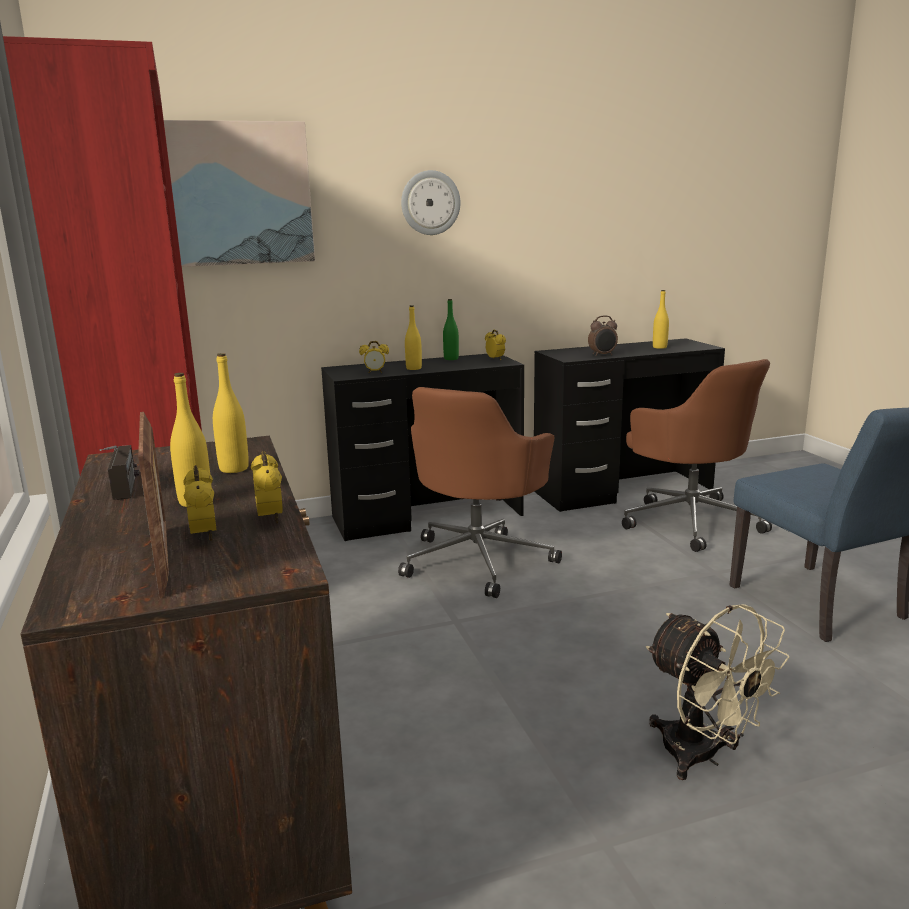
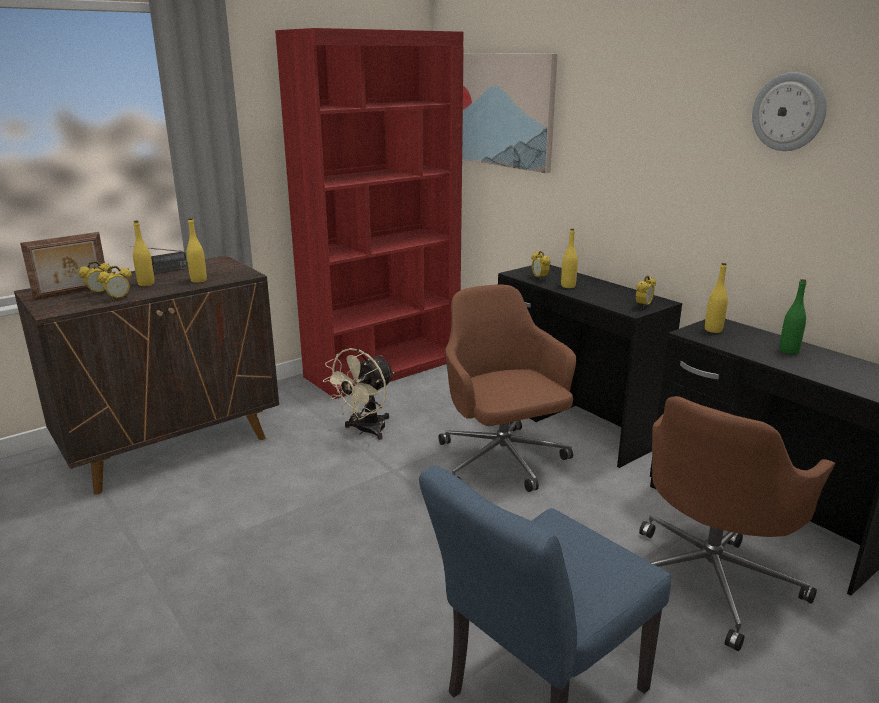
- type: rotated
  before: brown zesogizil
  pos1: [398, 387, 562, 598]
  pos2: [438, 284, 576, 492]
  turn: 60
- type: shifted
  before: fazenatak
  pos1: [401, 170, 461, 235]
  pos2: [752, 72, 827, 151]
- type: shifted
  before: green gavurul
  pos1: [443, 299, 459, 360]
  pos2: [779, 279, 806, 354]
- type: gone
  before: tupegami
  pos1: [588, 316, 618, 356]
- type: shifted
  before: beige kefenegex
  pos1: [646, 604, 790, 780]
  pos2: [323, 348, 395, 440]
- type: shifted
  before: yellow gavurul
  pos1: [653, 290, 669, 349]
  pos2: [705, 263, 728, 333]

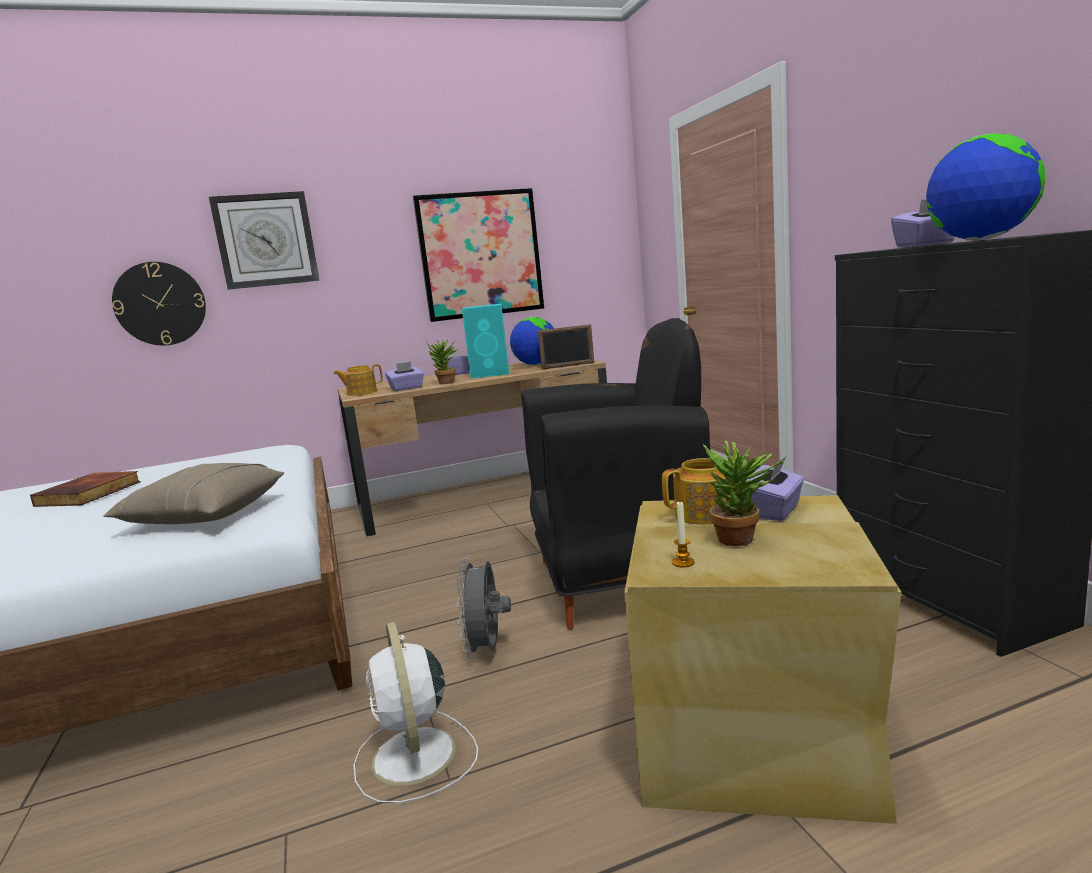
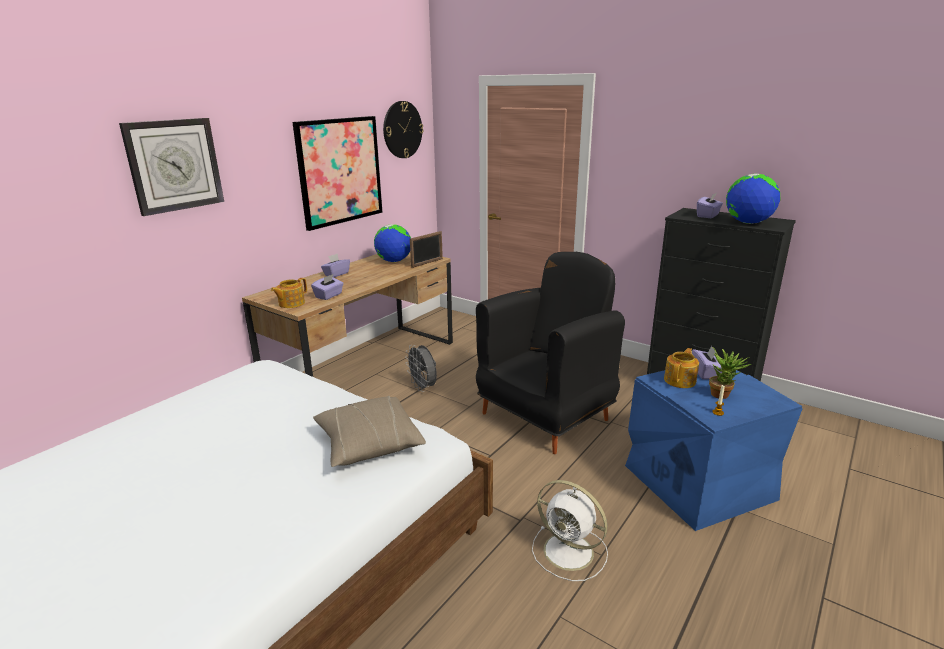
- type: gone
  before: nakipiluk
  pos1: [30, 471, 141, 507]
- type: shifted
  before: fazenatak
  pos1: [112, 262, 206, 345]
  pos2: [383, 101, 424, 158]
- type: gone
  before: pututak
  pos1: [426, 340, 458, 384]
- type: shifted
  before: grey kefenegex
  pos1: [457, 557, 511, 659]
  pos2: [405, 345, 437, 392]
- type: gone
  before: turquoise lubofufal
  pos1: [462, 304, 509, 378]
- type: repainted
  before: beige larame
  after: blue larame
  pos1: [624, 495, 902, 824]
  pos2: [625, 370, 803, 531]

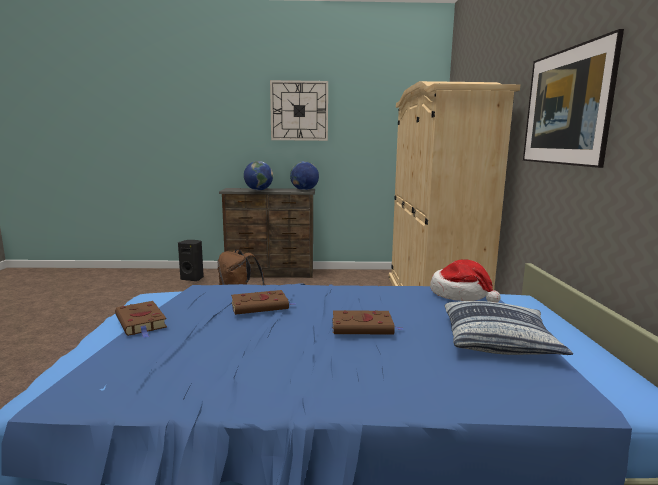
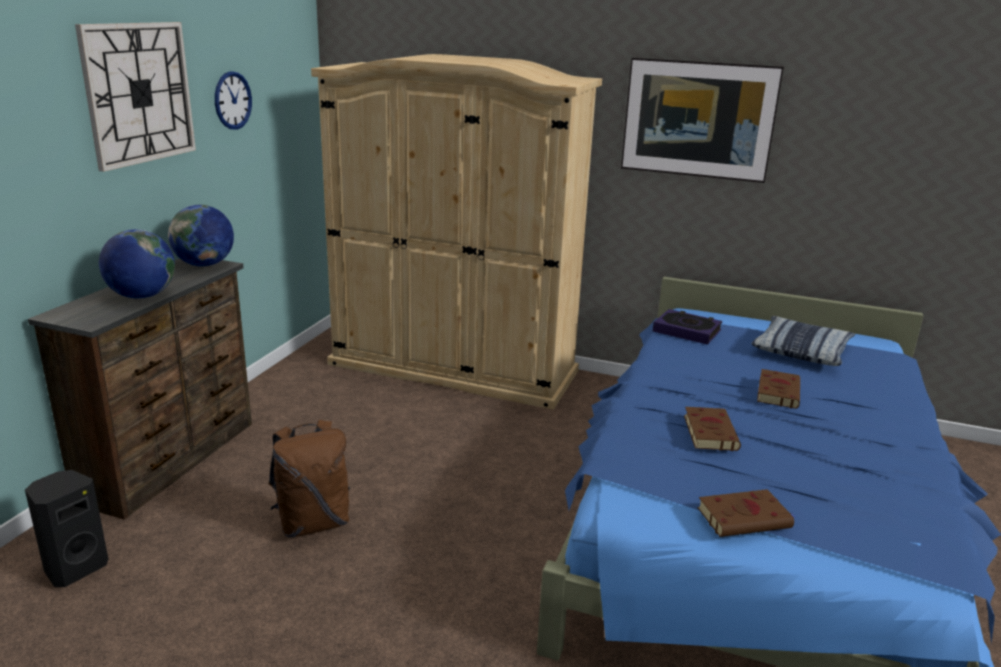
- type: swapped
  before: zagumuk
  after: nakipiluk
  pos1: [430, 259, 501, 303]
  pos2: [653, 309, 723, 345]
- type: new
  after: fazenatak
  pos2: [215, 71, 252, 130]

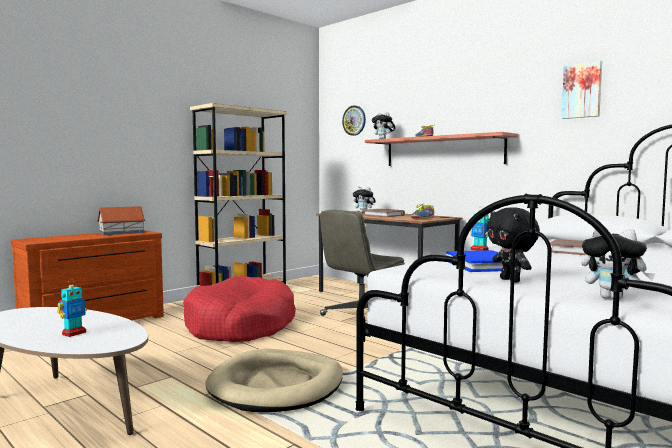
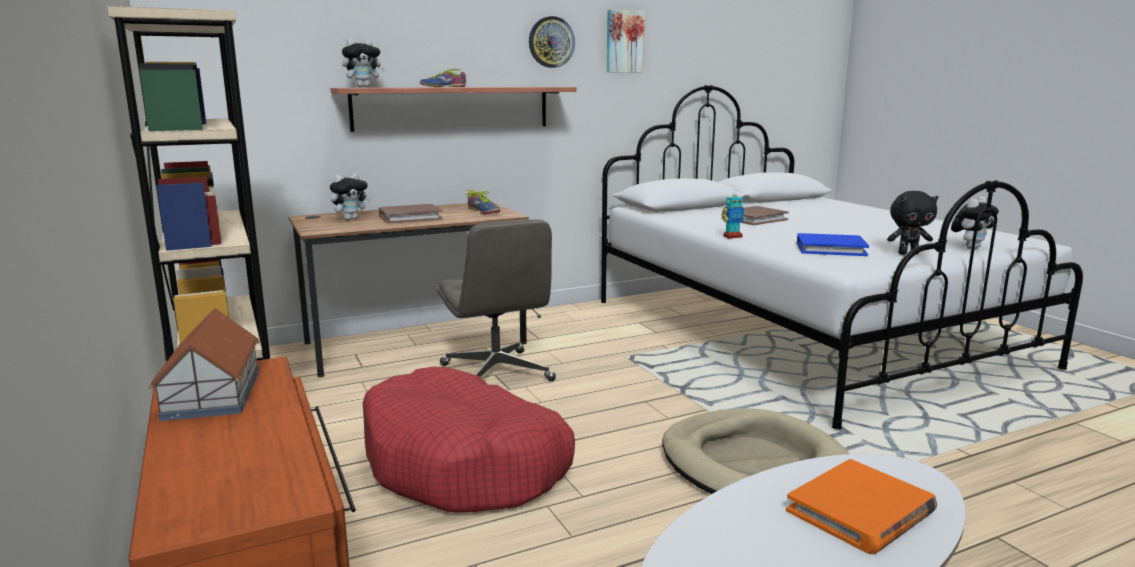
- type: swapped
  before: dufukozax
  after: orange nakipiluk
  pos1: [57, 279, 87, 337]
  pos2: [786, 459, 937, 554]
- type: shifted
  before: fazenatak
  pos1: [342, 105, 366, 136]
  pos2: [529, 16, 575, 68]

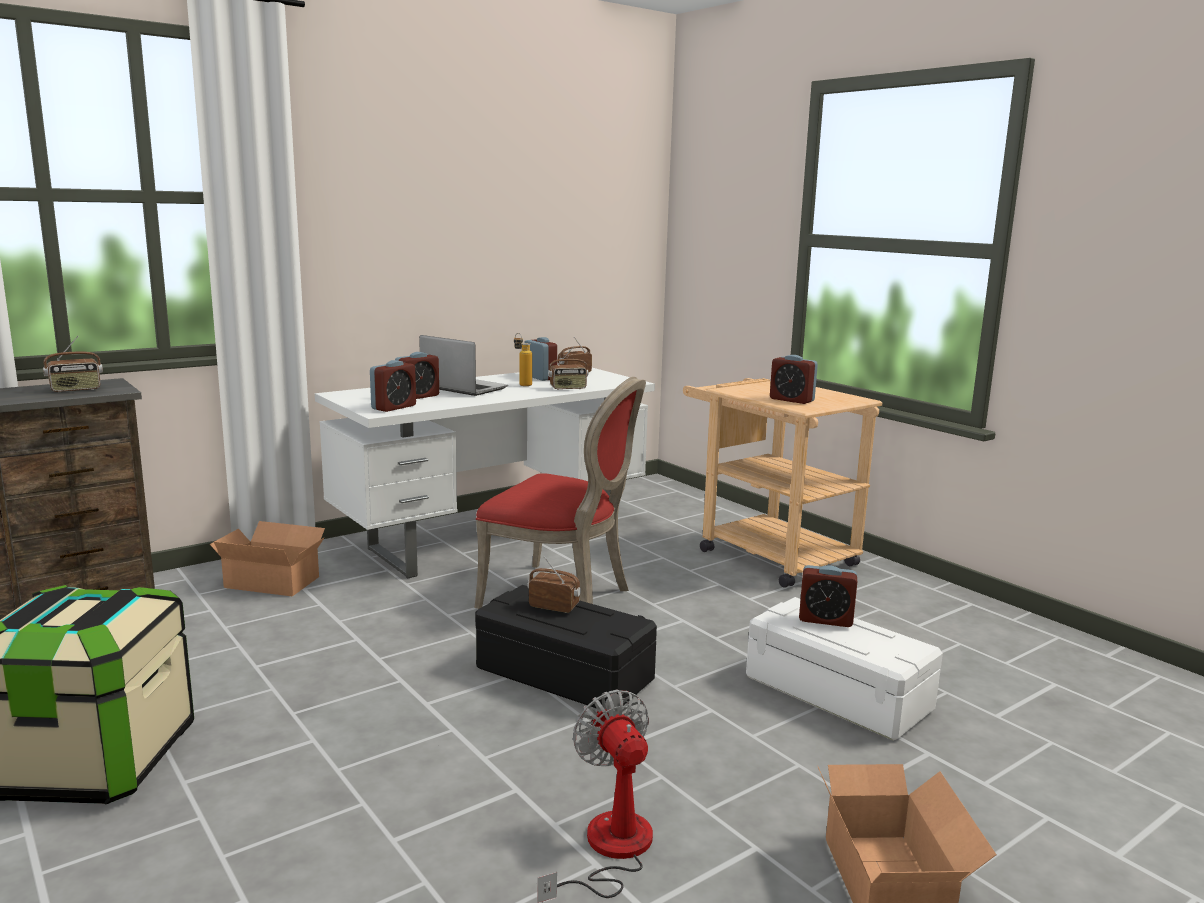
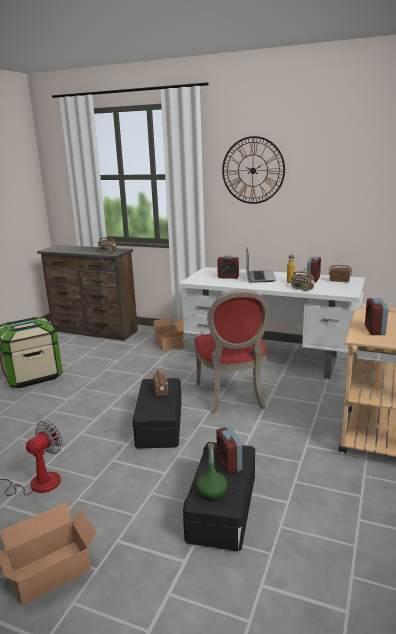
- type: gone
  before: tupegami
  pos1: [370, 360, 416, 412]
- type: repainted
  before: white larame
  after: black larame
  pos1: [746, 597, 943, 741]
  pos2: [183, 442, 255, 551]
- type: new
  after: green gavurul
  pos2: [197, 443, 227, 501]
- type: new
  after: fazenatak
  pos2: [222, 136, 285, 204]

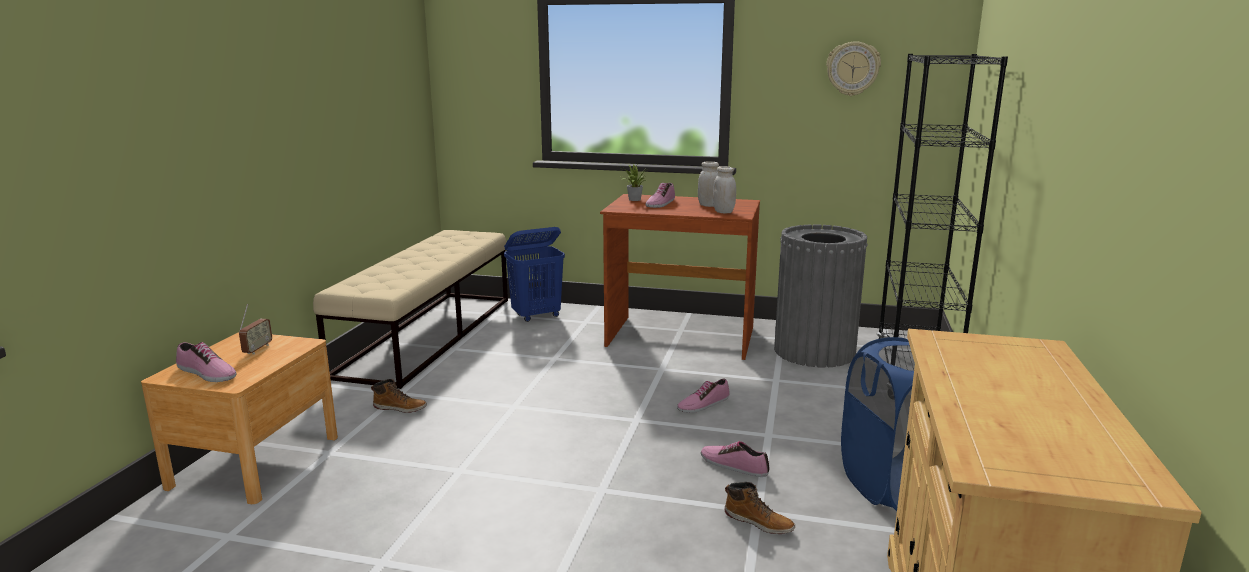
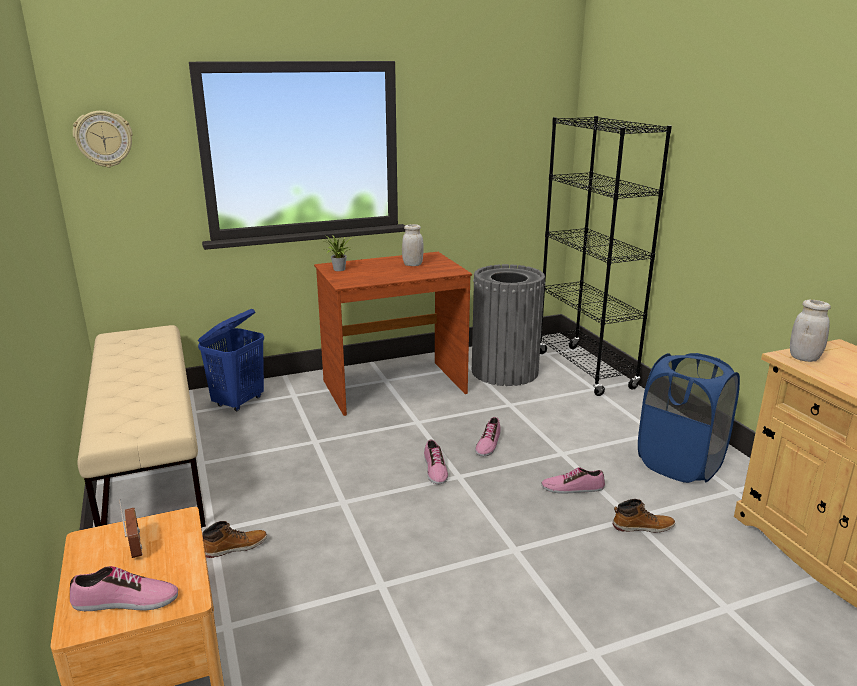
- type: shifted
  before: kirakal
  pos1: [646, 183, 675, 208]
  pos2: [424, 440, 448, 484]
- type: shifted
  before: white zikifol
  pos1: [713, 166, 736, 213]
  pos2: [790, 300, 831, 362]
- type: shifted
  before: fazenatak
  pos1: [826, 41, 881, 96]
  pos2: [73, 111, 133, 168]

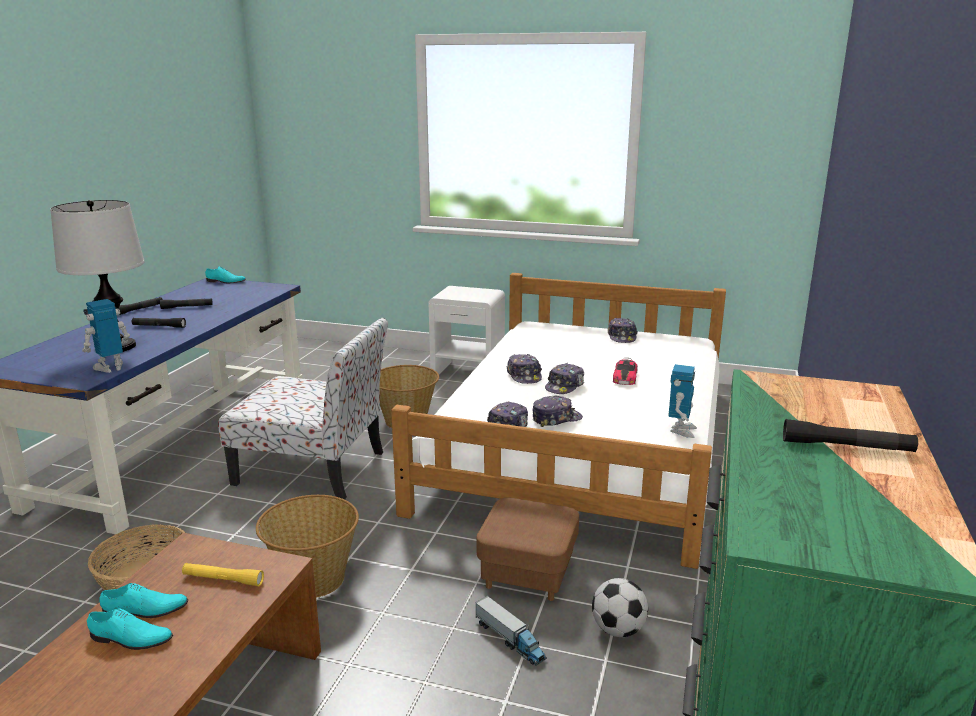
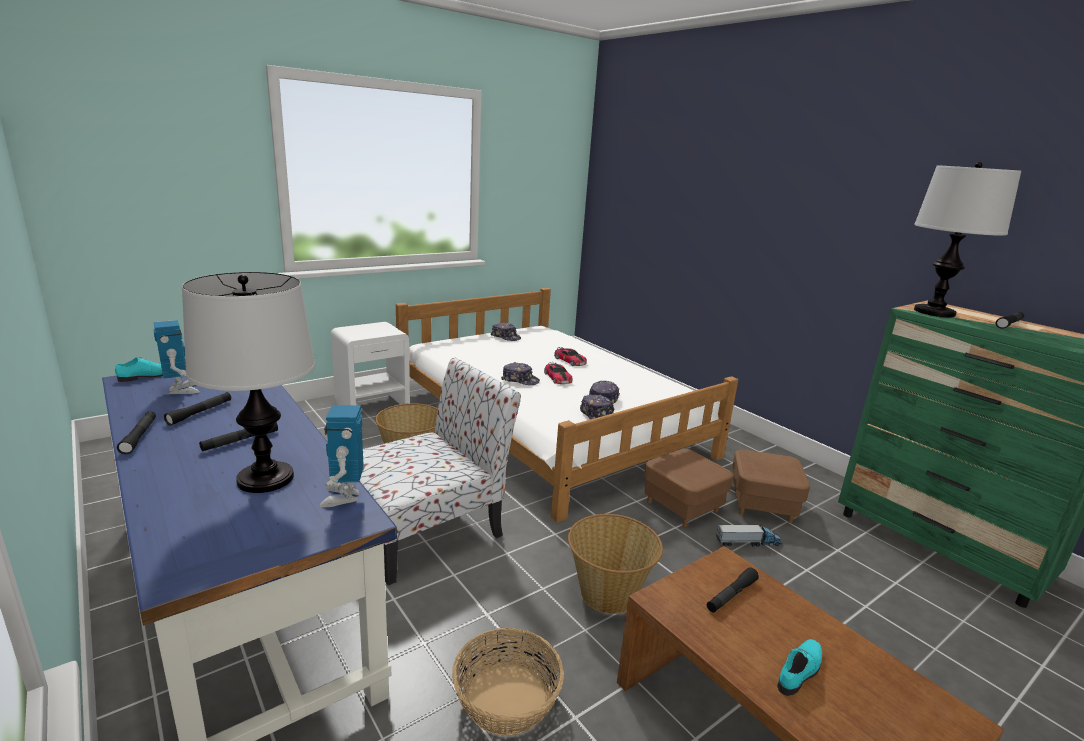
- type: gone
  before: turquoise kirakal
  pos1: [99, 583, 188, 618]
- type: repainted
  before: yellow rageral
  after: black rageral
  pos1: [182, 563, 264, 586]
  pos2: [707, 567, 759, 613]
- type: swapped
  before: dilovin
  after: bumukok
  pos1: [545, 363, 584, 394]
  pos2: [544, 362, 573, 384]
- type: swapped
  before: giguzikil
  after: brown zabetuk
  pos1: [592, 578, 648, 637]
  pos2: [733, 450, 810, 523]
- type: shifted
  before: dufukozax
  pos1: [669, 364, 697, 438]
  pos2: [153, 320, 199, 394]
- type: new
  after: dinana
  pos2: [914, 162, 1021, 317]

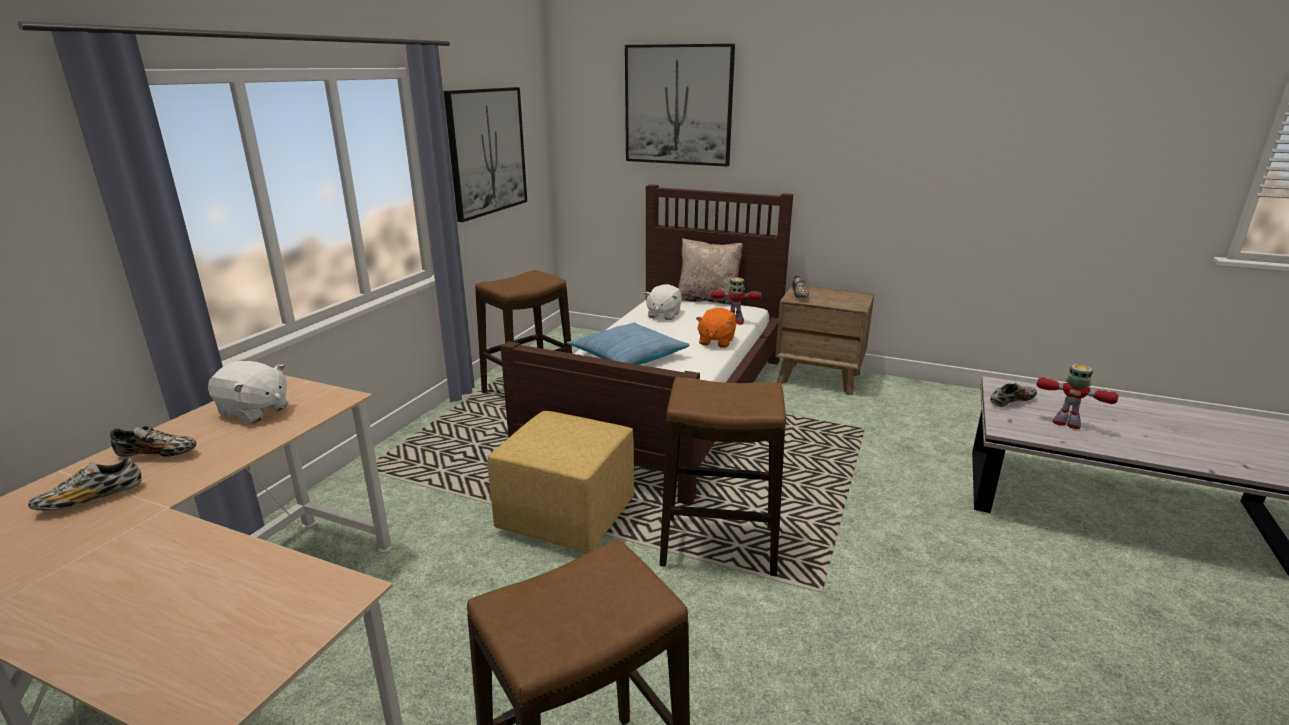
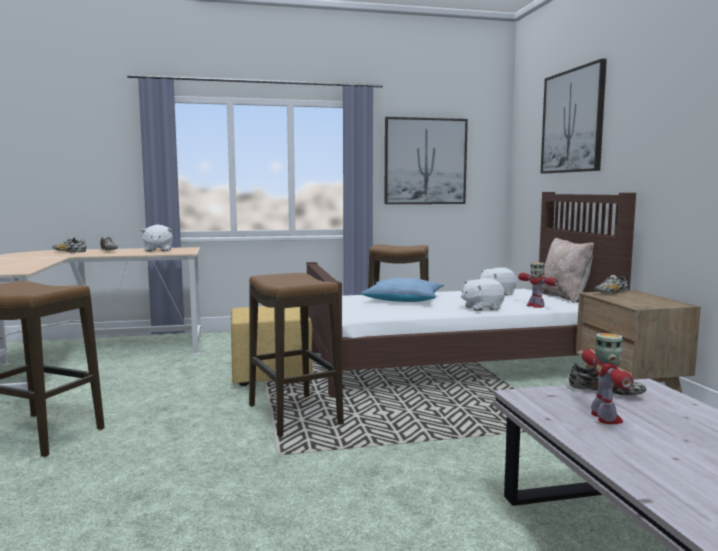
- type: repainted
  before: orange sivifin
  after: white sivifin
  pos1: [696, 308, 737, 348]
  pos2: [461, 278, 505, 311]

